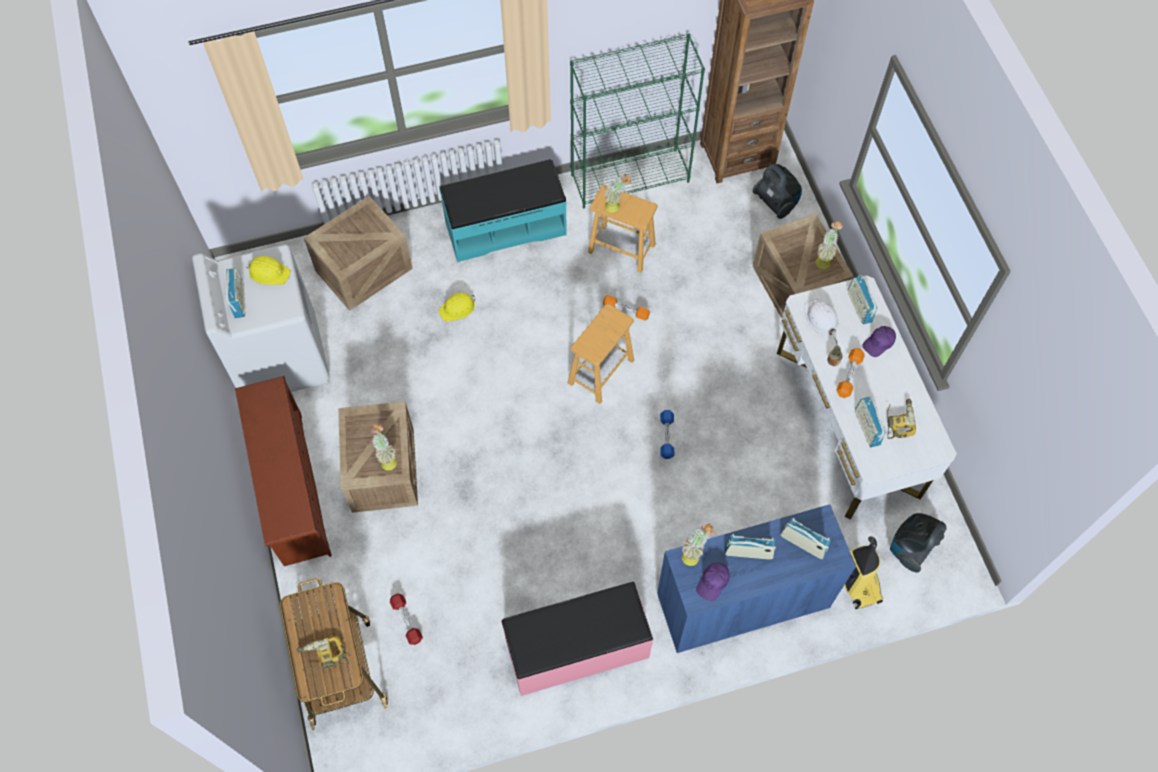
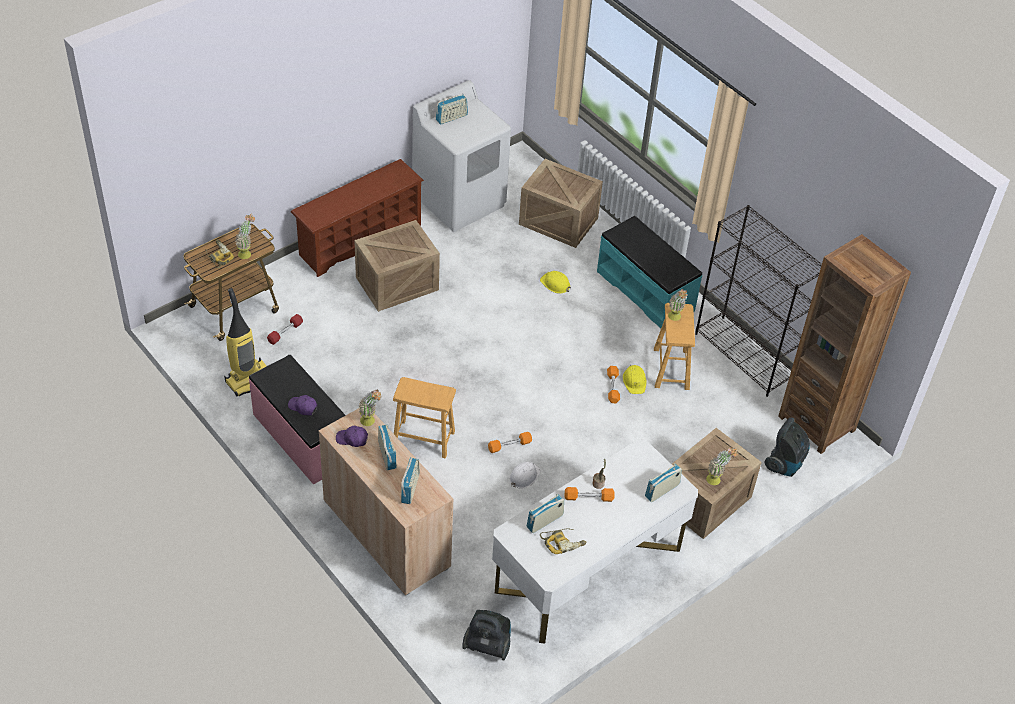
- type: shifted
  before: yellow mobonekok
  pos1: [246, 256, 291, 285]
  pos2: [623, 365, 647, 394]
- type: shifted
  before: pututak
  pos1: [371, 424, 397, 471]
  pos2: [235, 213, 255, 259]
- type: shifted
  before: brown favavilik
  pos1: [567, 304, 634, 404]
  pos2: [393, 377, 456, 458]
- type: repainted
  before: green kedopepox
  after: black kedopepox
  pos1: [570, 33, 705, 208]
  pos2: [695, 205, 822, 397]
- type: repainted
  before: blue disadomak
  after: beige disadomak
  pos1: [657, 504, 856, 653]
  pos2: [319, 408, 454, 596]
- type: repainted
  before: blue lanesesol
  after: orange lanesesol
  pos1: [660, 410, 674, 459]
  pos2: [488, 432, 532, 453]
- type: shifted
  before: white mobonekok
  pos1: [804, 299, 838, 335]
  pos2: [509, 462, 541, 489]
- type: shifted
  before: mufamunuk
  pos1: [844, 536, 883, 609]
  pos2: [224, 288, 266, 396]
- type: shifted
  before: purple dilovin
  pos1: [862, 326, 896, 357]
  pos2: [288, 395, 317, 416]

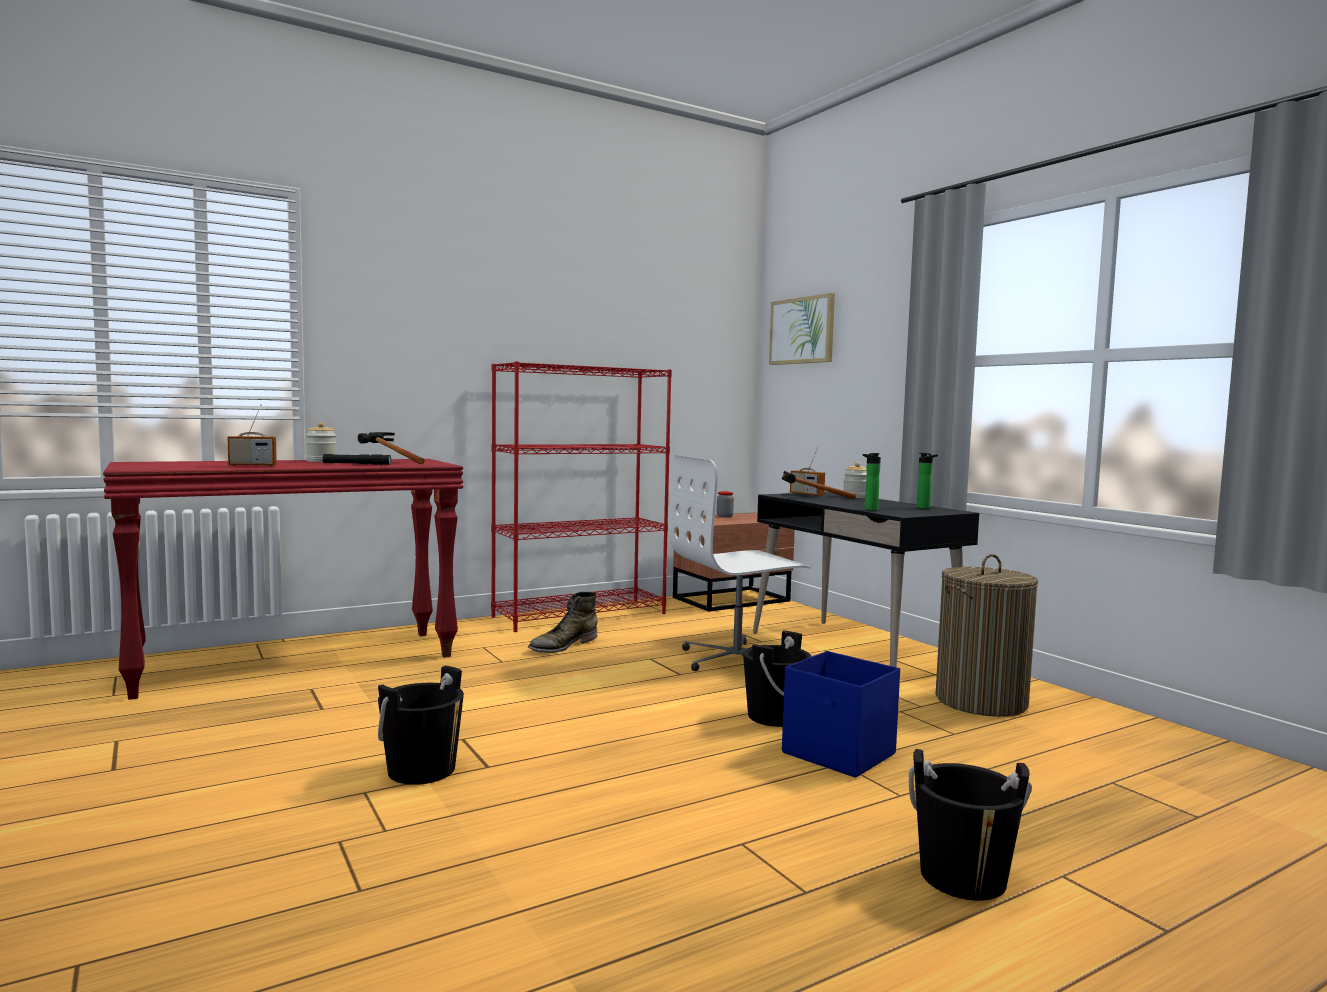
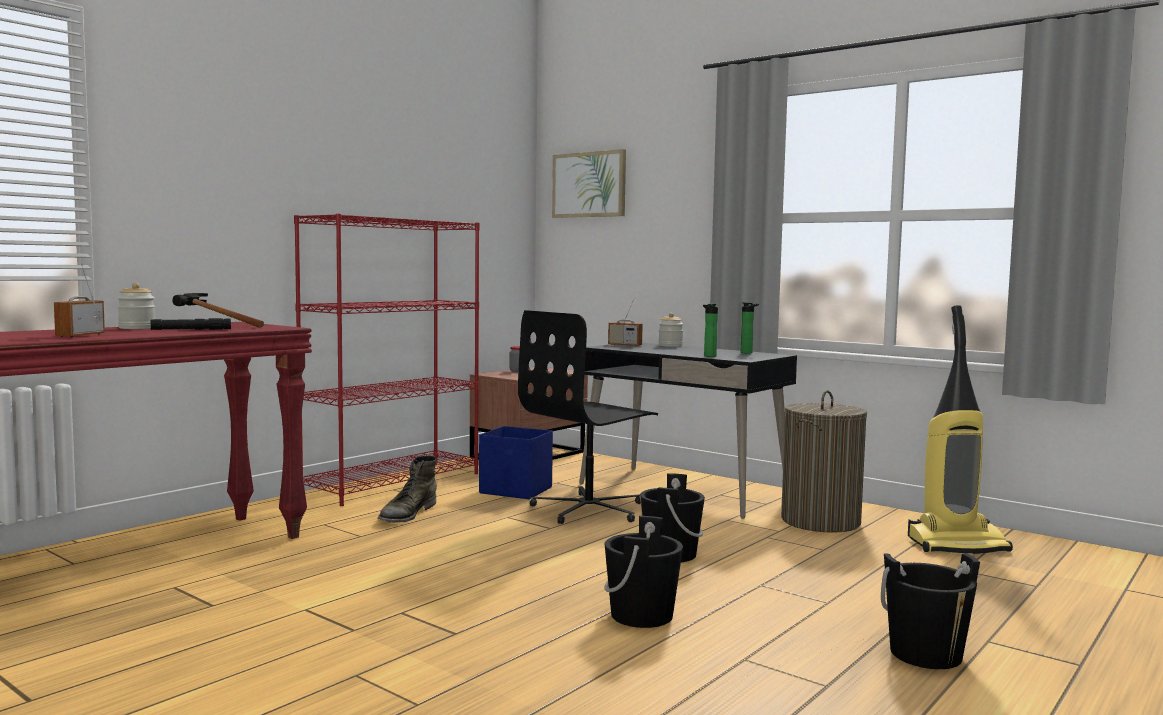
- type: rotated
  before: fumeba
  pos1: [227, 405, 277, 466]
  pos2: [54, 263, 105, 338]
  turn: 135
- type: shifted
  before: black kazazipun
  pos1: [378, 666, 464, 785]
  pos2: [604, 516, 683, 628]
- type: repainted
  before: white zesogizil
  after: black zesogizil
  pos1: [669, 455, 811, 671]
  pos2: [518, 310, 658, 524]
- type: gone
  before: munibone
  pos1: [782, 471, 856, 500]
- type: shifted
  before: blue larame
  pos1: [782, 651, 900, 778]
  pos2: [479, 426, 553, 499]
- type: new
  after: mufamunuk
  pos2: [908, 305, 1013, 554]

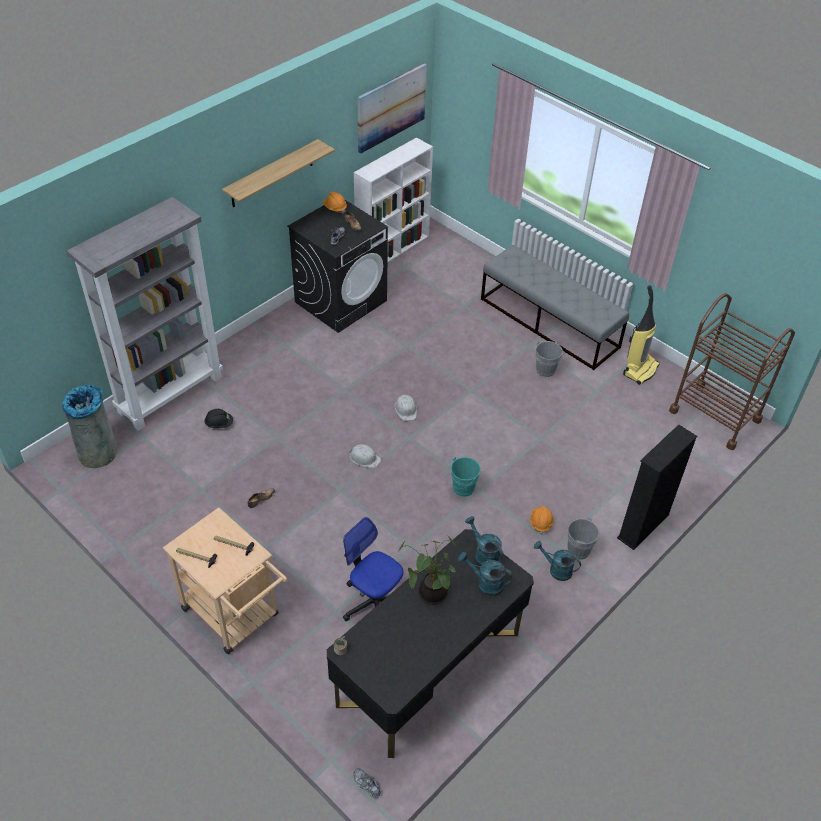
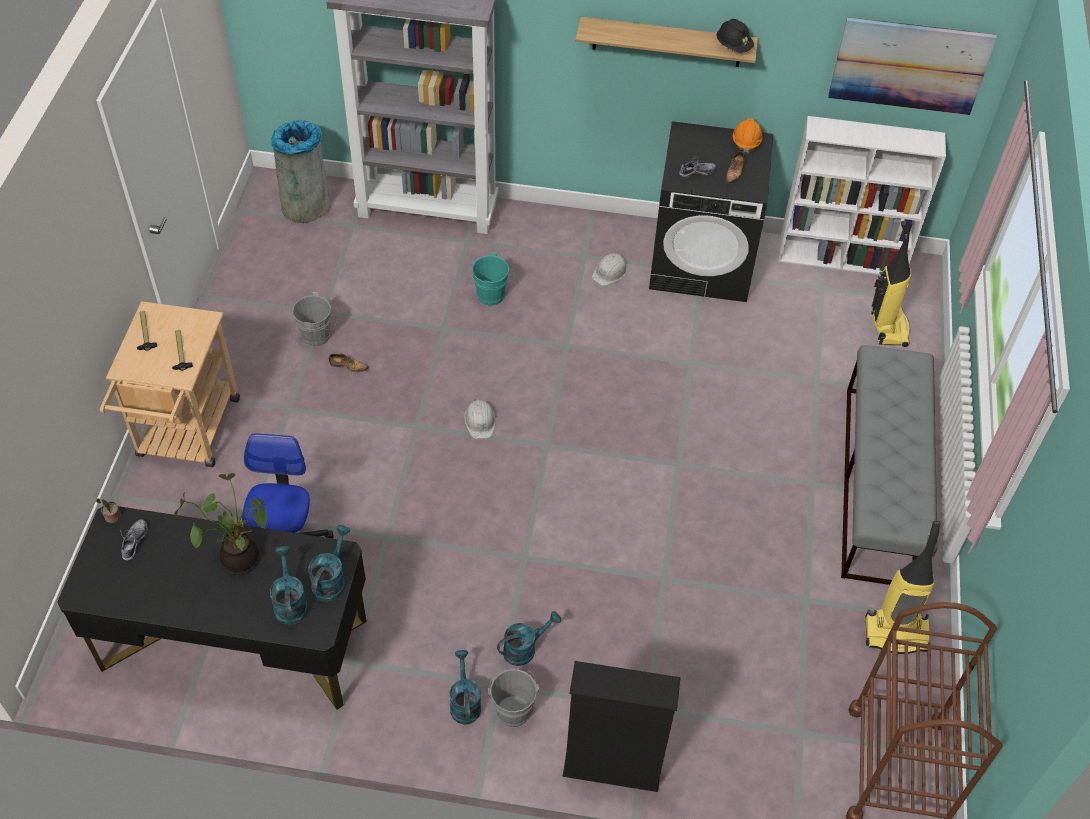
- type: shifted
  before: black mobonekok
  pos1: [204, 409, 233, 429]
  pos2: [716, 19, 754, 53]
- type: shifted
  before: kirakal
  pos1: [353, 768, 381, 798]
  pos2: [120, 519, 148, 560]
- type: shifted
  before: white mobonekok
  pos1: [395, 395, 417, 421]
  pos2: [591, 253, 627, 286]
- type: shifted
  before: turquoise kazazipun
  pos1: [446, 457, 481, 497]
  pos2: [466, 252, 509, 306]
- type: swapped
  before: orange mobonekok
  after: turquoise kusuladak
  pos1: [530, 506, 554, 534]
  pos2: [497, 611, 561, 666]
- type: shifted
  before: grey kazazipun
  pos1: [536, 341, 566, 377]
  pos2: [292, 292, 339, 347]
- type: new
  after: mufamunuk
  pos2: [871, 221, 911, 347]

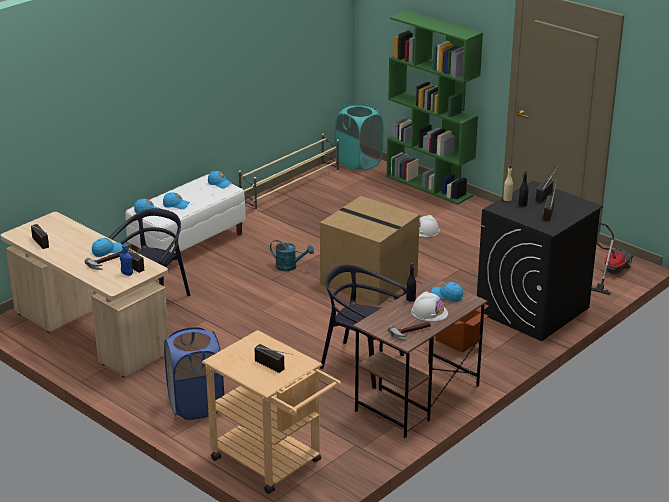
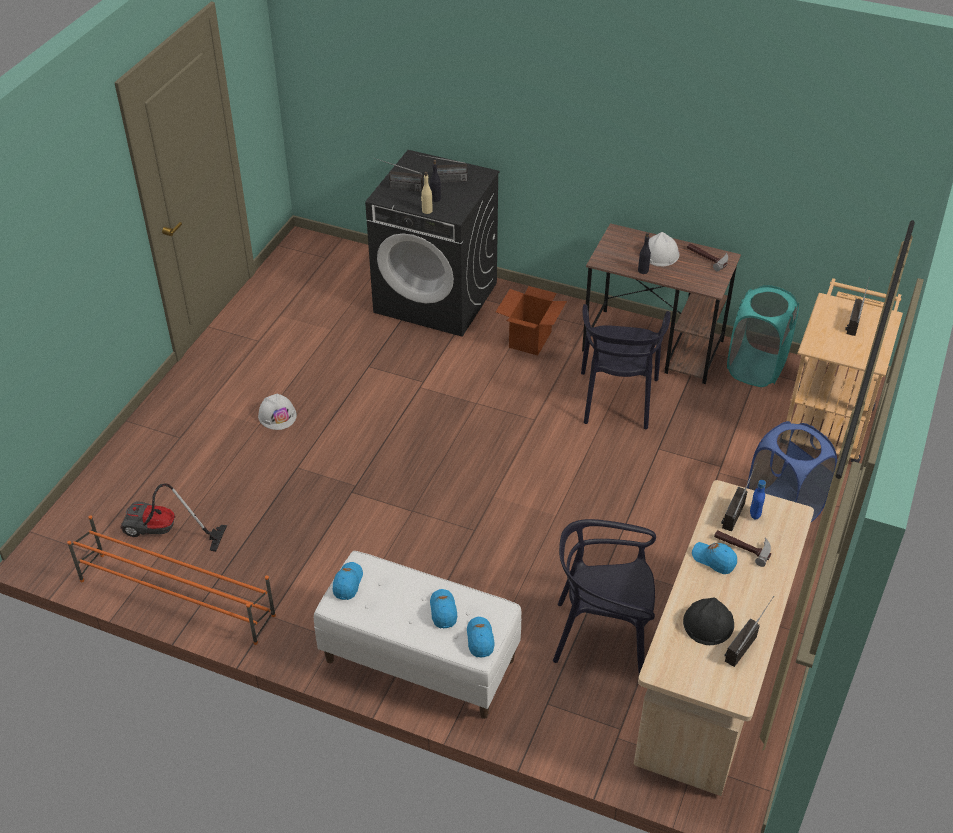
- type: repainted
  before: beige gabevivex
  after: orange gabevivex
  pos1: [239, 134, 339, 211]
  pos2: [67, 515, 276, 645]
- type: gone
  before: turquoise kusuladak
  pos1: [270, 240, 314, 271]
- type: gone
  before: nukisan
  pos1: [320, 196, 420, 306]
- type: shifted
  before: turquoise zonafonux
  pos1: [335, 104, 384, 171]
  pos2: [727, 285, 799, 387]
- type: gone
  before: green kedopepox
  pos1: [386, 11, 483, 205]
- type: gone
  before: blue dilovin
  pos1: [431, 282, 463, 302]
- type: shifted
  before: mufamunuk
  pos1: [591, 223, 633, 295]
  pos2: [120, 483, 227, 552]
- type: new
  after: black mobonekok
  pos2: [683, 598, 734, 645]

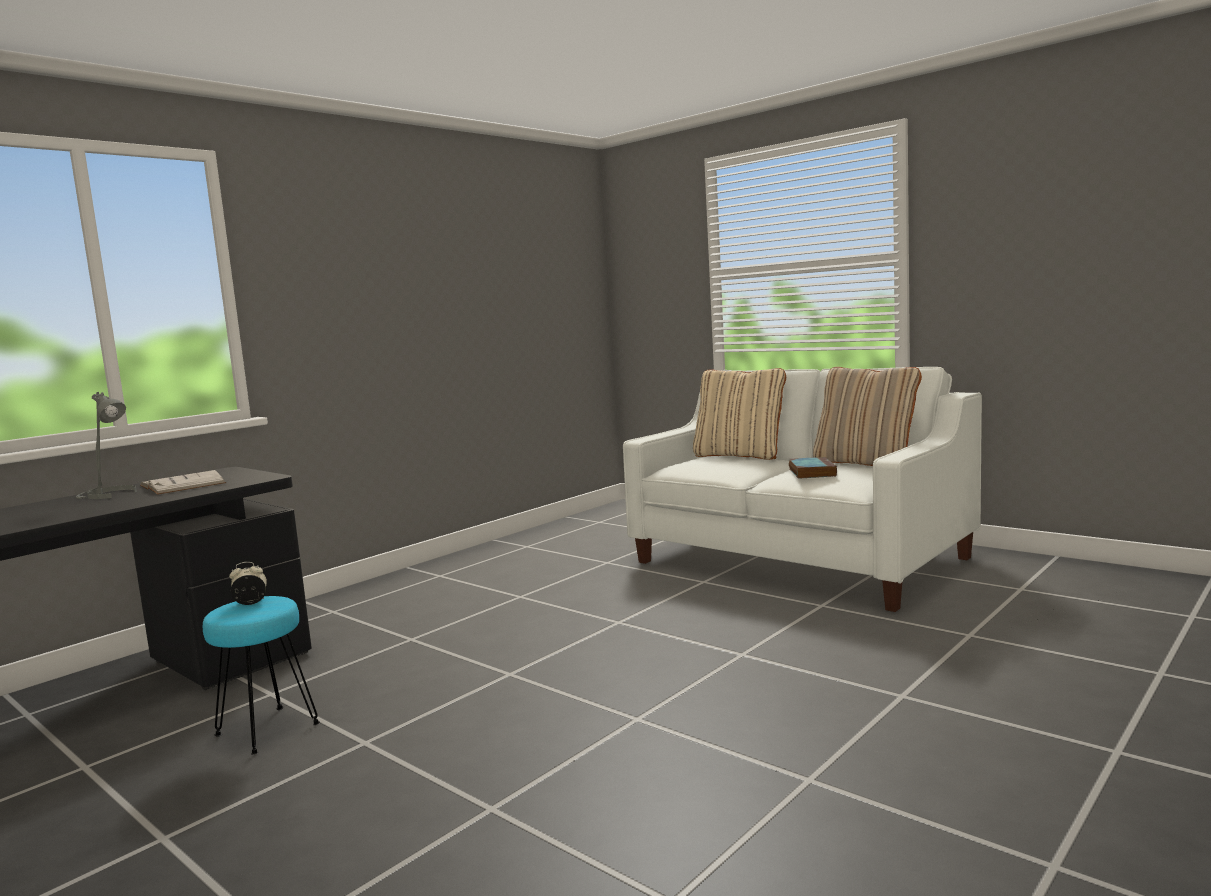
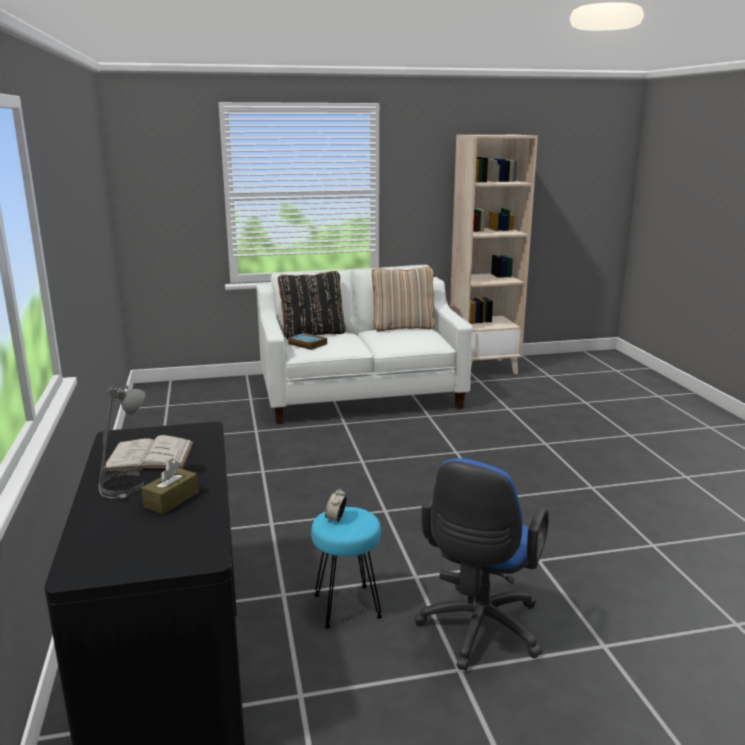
- type: repainted
  before: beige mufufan
  after: black mufufan
  pos1: [693, 368, 786, 460]
  pos2: [278, 271, 346, 339]
- type: shifted
  before: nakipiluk
  pos1: [789, 457, 837, 479]
  pos2: [288, 333, 327, 350]
- type: new
  after: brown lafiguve
  pos2: [141, 461, 199, 514]
- type: new
  after: blue zesogizil
  pos2: [415, 458, 549, 670]
- type: new
  after: beige kedopepox
  pos2: [450, 135, 538, 374]

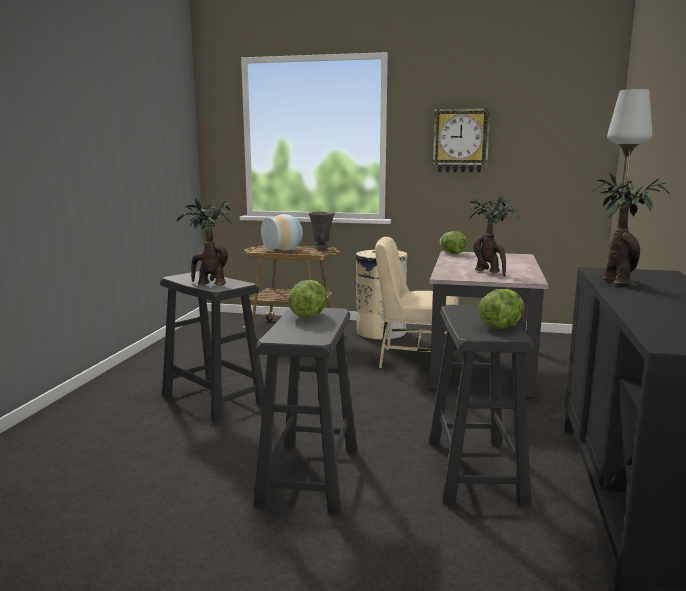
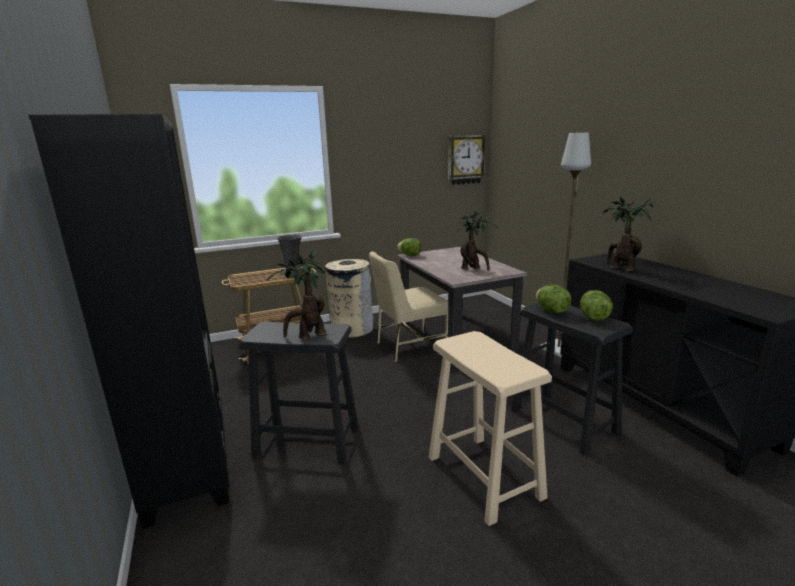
- type: repainted
  before: black favavilik
  after: beige favavilik
  pos1: [253, 308, 358, 515]
  pos2: [428, 331, 552, 526]
- type: gone
  before: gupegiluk
  pos1: [261, 214, 303, 251]
- type: shifted
  before: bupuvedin
  pos1: [289, 280, 327, 318]
  pos2: [536, 285, 571, 313]
- type: shifted
  before: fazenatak
  pos1: [433, 108, 490, 172]
  pos2: [448, 135, 487, 185]
- type: new
  after: black kedopepox
  pos2: [29, 114, 230, 528]

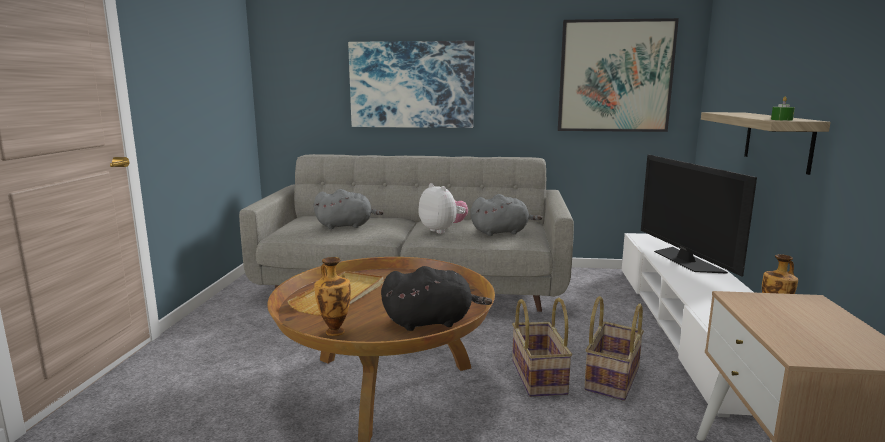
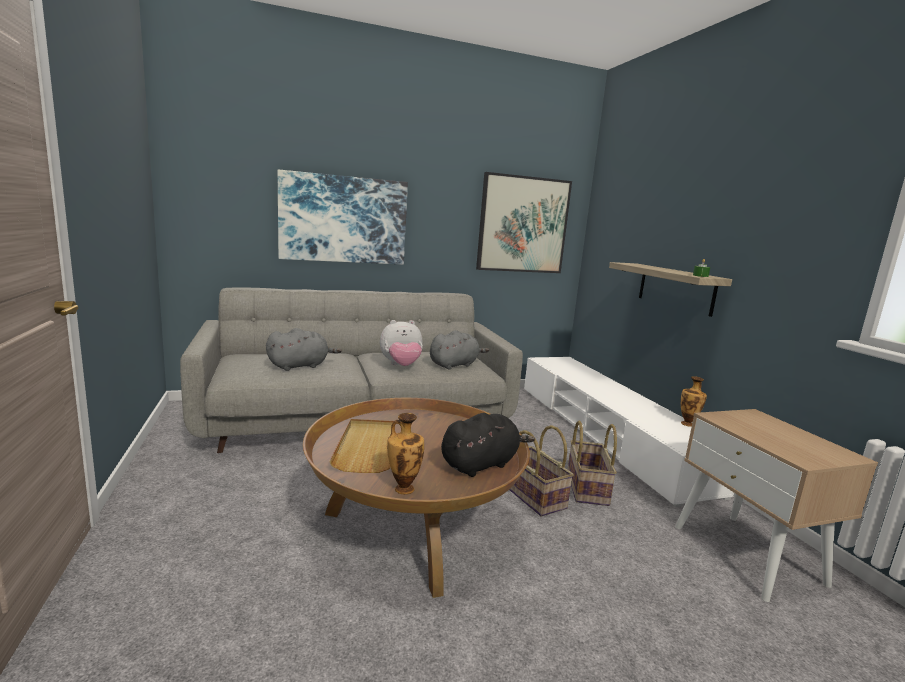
- type: rotated
  before: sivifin
  pos1: [419, 183, 468, 234]
  pos2: [380, 320, 423, 366]
  turn: 135
- type: gone
  before: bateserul
  pos1: [641, 155, 757, 277]

